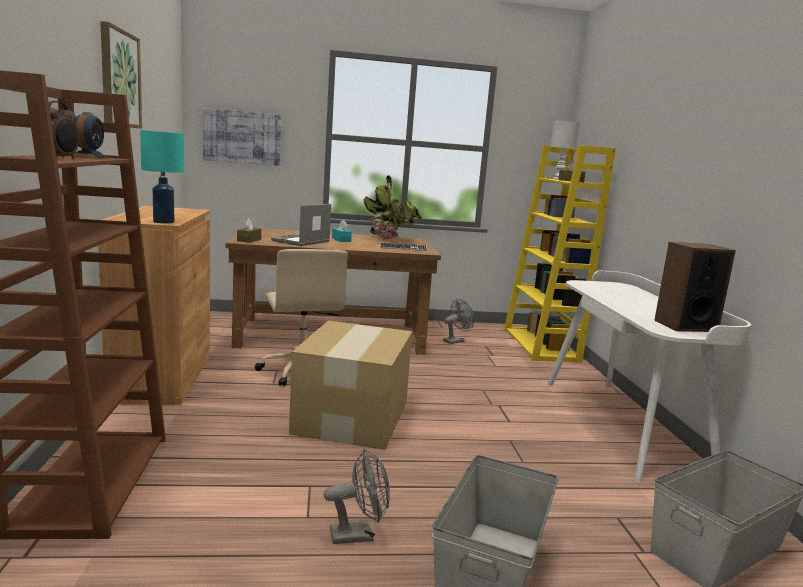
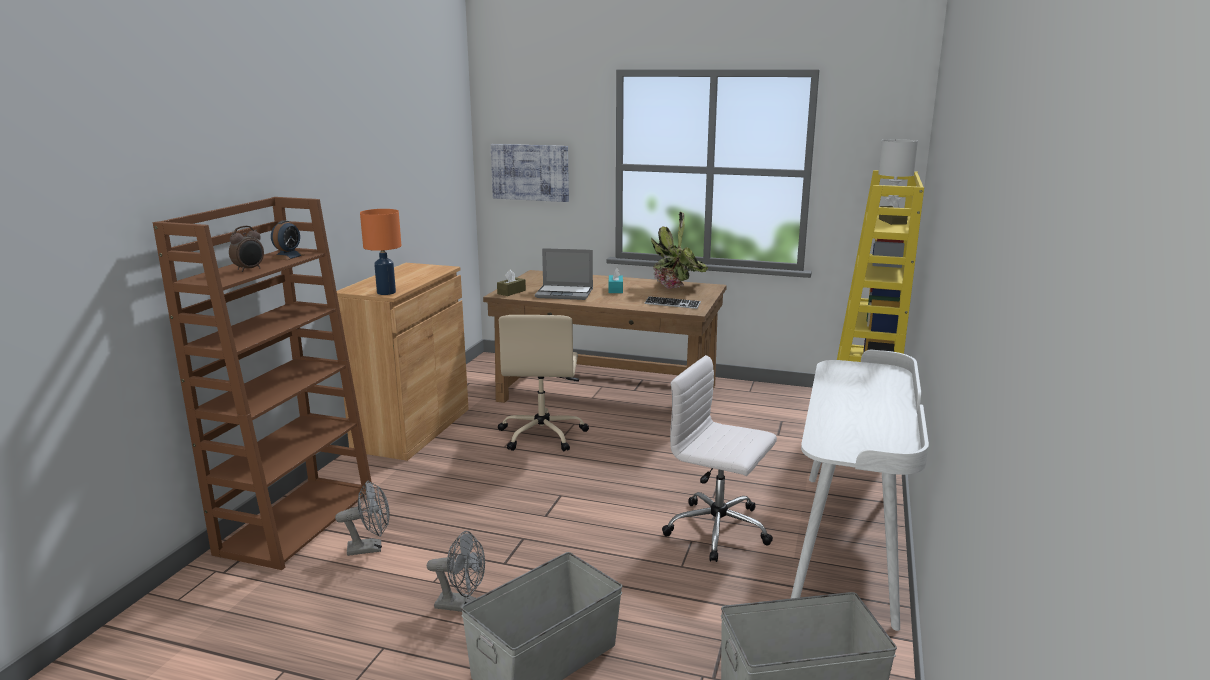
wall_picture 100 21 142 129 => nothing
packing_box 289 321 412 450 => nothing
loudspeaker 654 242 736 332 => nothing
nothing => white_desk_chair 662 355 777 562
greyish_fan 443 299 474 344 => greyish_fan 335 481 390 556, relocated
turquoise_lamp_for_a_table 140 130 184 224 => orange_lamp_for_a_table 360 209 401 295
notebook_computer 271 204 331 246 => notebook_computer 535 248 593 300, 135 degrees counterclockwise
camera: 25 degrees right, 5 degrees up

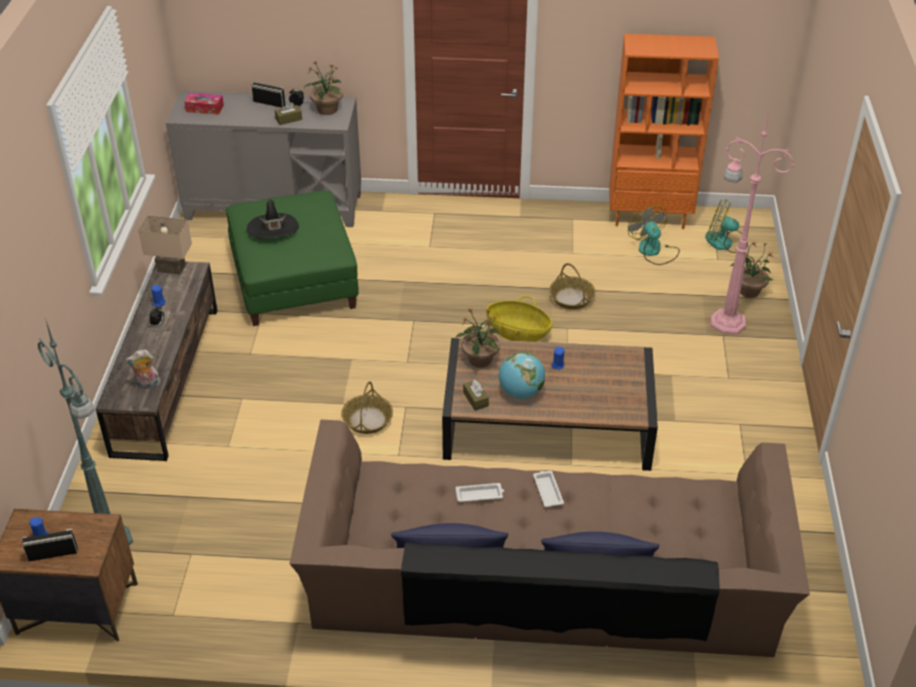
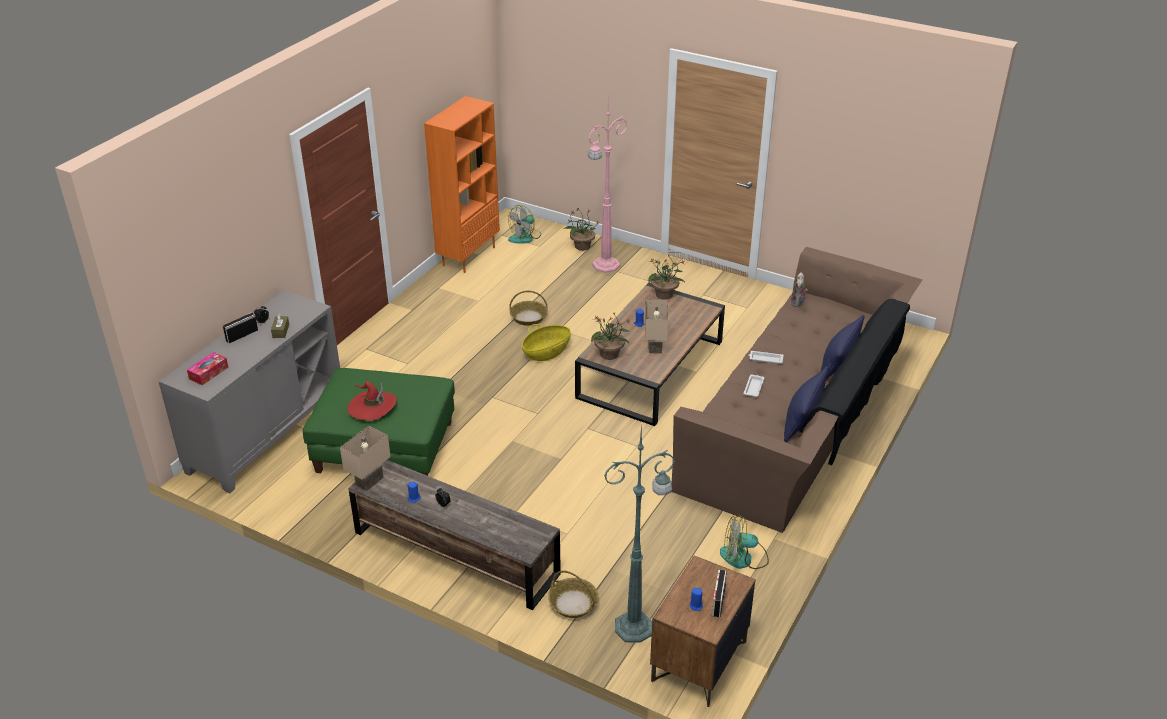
brownish_tissue_box 463 380 489 411 => nothing
plush_toy 126 349 161 390 => plush_toy 790 272 808 307, relocated
houseplant 304 61 343 115 => houseplant 648 256 685 299, relocated
household_basket 341 381 393 434 => household_basket 548 570 599 618, relocated
fan 628 205 680 265 => fan 720 515 769 569, relocated
world_globe 499 352 545 399 => sand-coloured_lamp_for_a_table 645 299 668 354
blackish_clothing_hat 247 198 299 238 => reddish_clothing_hat 347 381 397 421
camera: 65 degrees left, 5 degrees down

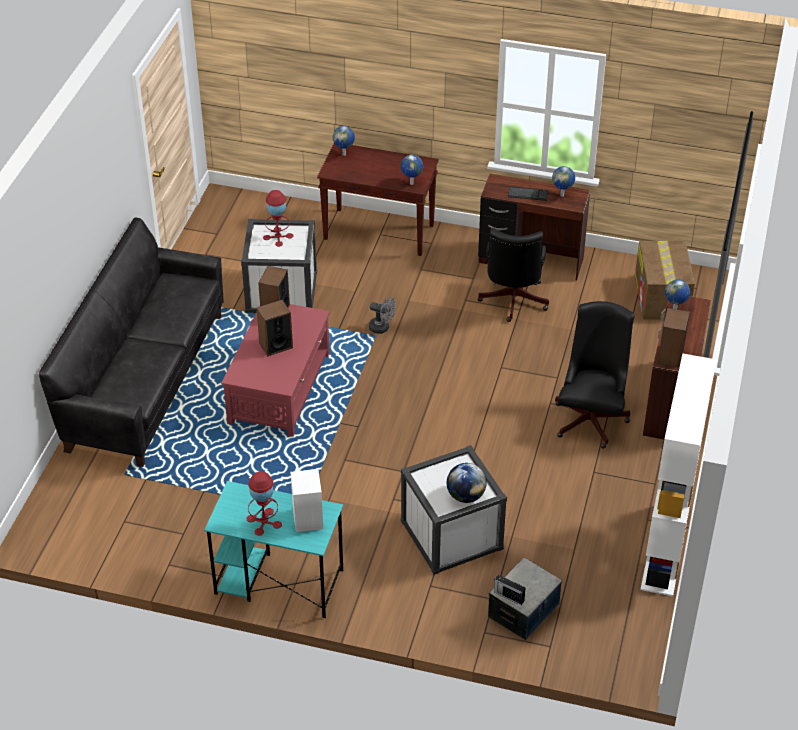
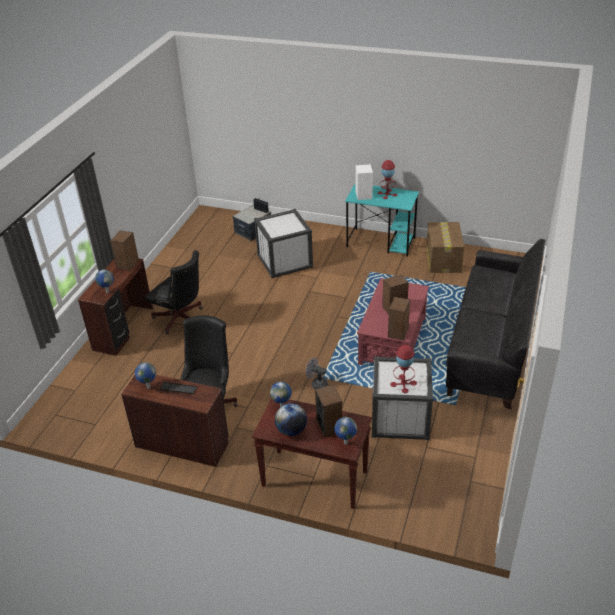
white_bookshelf 640 353 717 597 => nothing
nothing => loudspeaker 315 385 342 437
world_globe 447 463 487 503 => world_globe 275 403 307 436, relocated
packing_box 635 241 695 320 => packing_box 426 222 464 273, relocated
blackish_desk_chair 555 301 634 449 => blackish_desk_chair 145 250 203 334, 75 degrees counterclockwise
camera: 175 degrees left, 5 degrees down

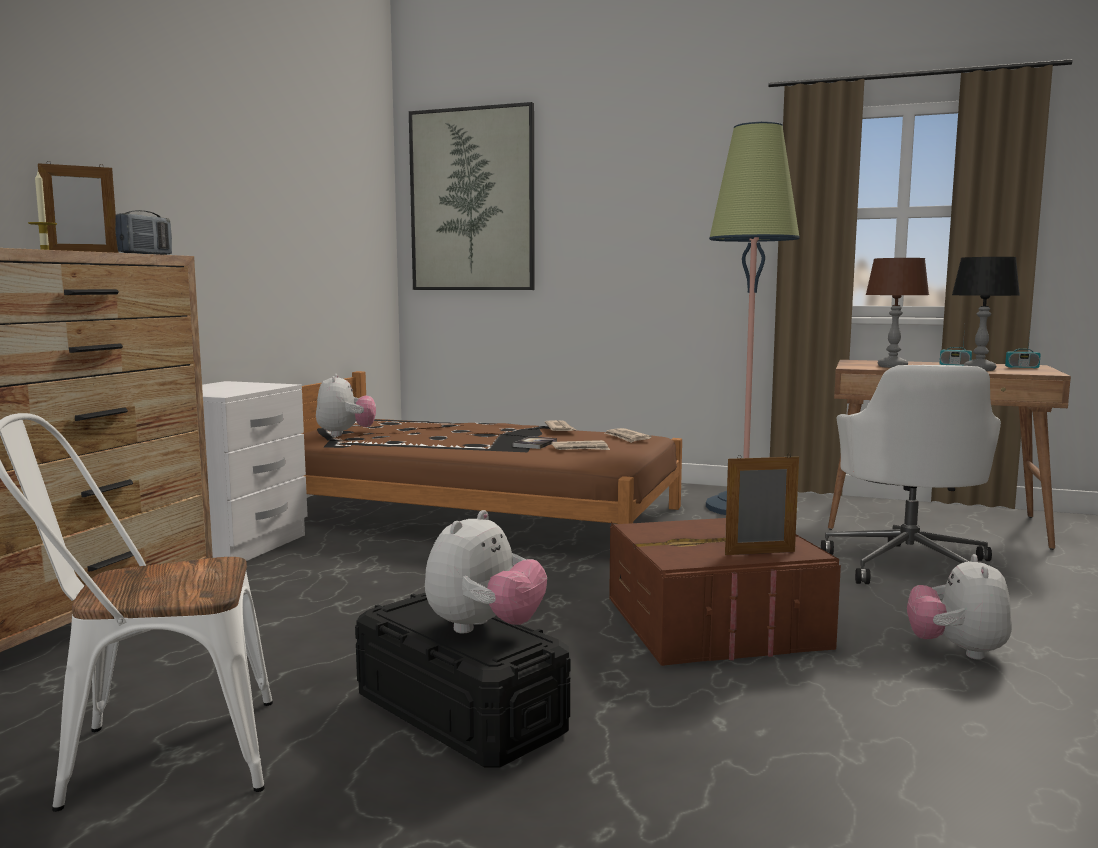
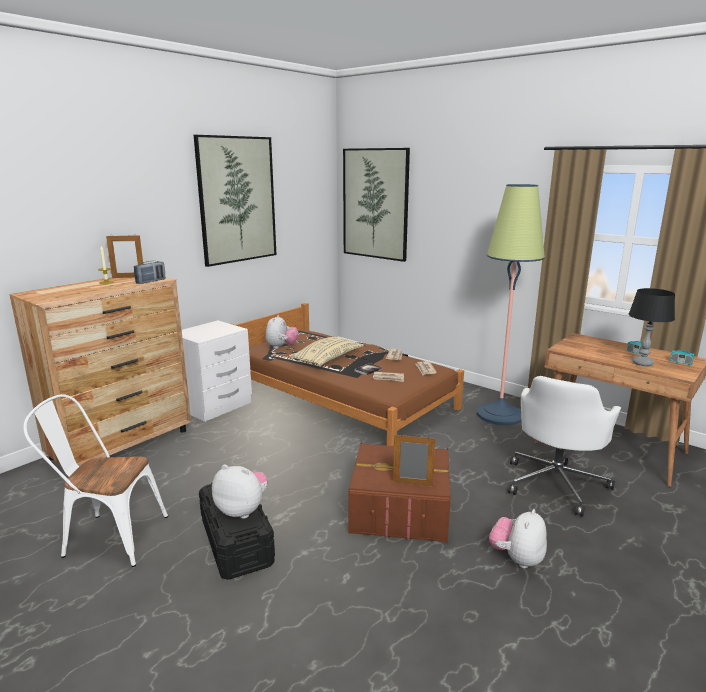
brownish_lamp_for_a_table 866 258 929 368 => nothing
nothing => wall_picture 194 135 276 267
nothing => sand-coloured_cushion 289 337 364 366
plush_toy 425 510 547 633 => plush_toy 212 464 268 519, 120 degrees counterclockwise
camera: 20 degrees right, 10 degrees up

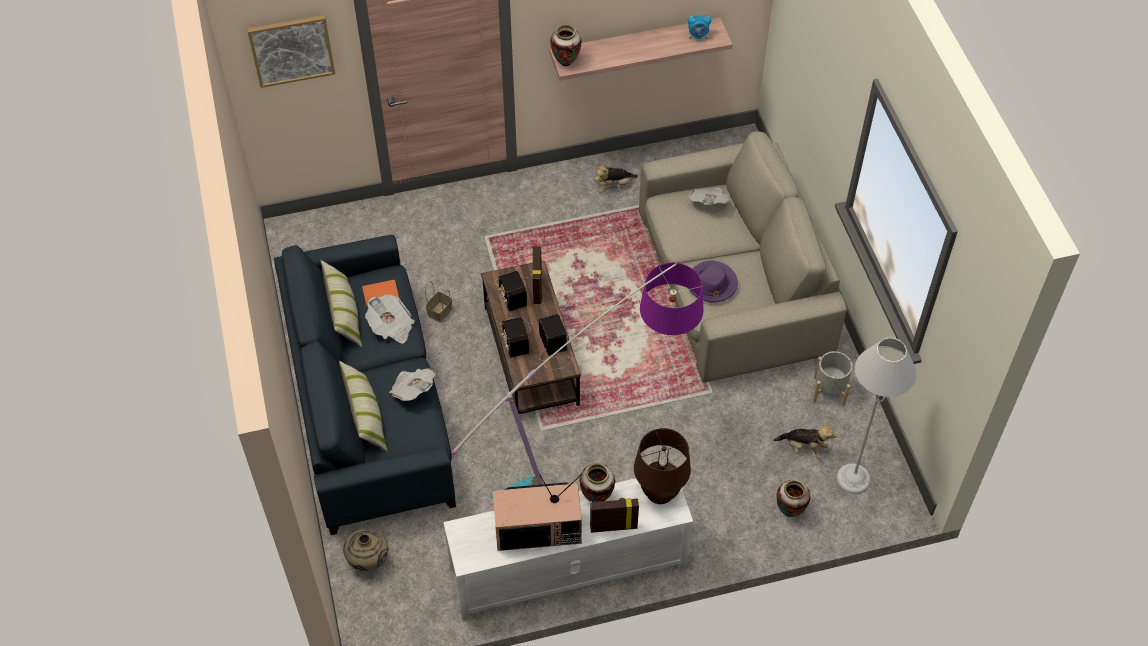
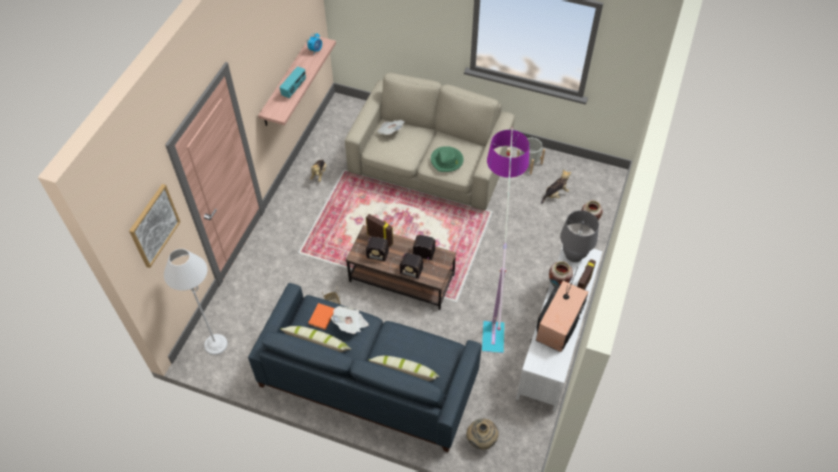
printed_paper 389 368 436 401 => nothing
vase 550 24 582 66 => nothing
nothing => radio_receiver 279 66 306 98
greyish_floor_lamp 836 338 916 494 => greyish_floor_lamp 164 249 228 355, relocated
brownish_lamp_for_a_table 634 428 691 504 => greyish_lamp_for_a_table 560 210 599 262
purple-coloured_clothing_hat 689 261 738 302 => green_clothing_hat 431 146 464 172
camera: 55 degrees left, 0 degrees up

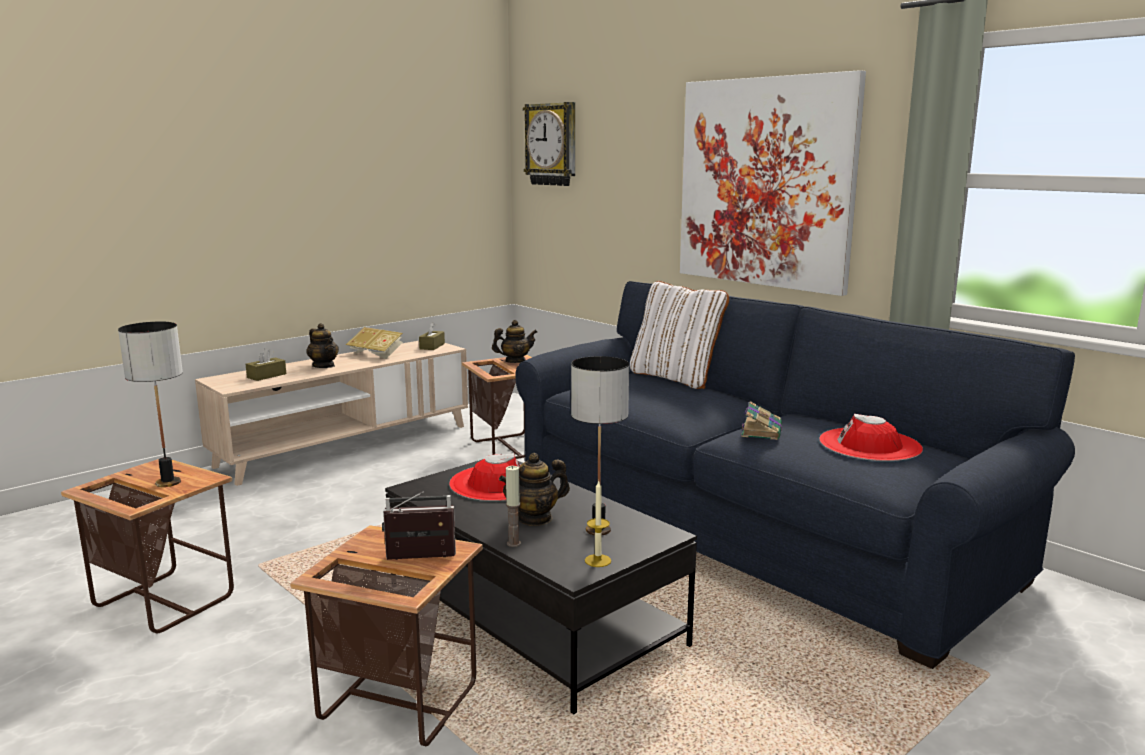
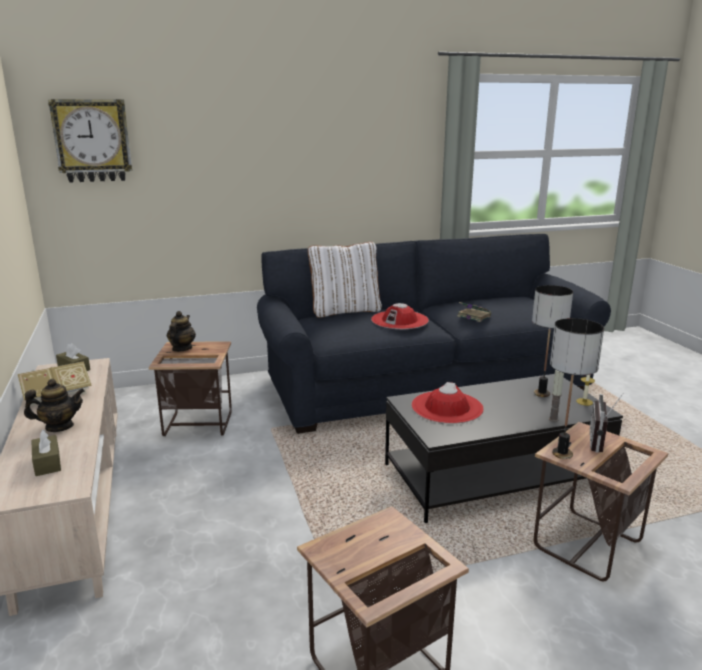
teapot 499 453 570 526 => nothing
wall_picture 680 70 866 296 => nothing
lamp_for_a_table 118 321 183 487 => lamp_for_a_table 550 318 604 459, relocated
reddish_clothing_hat 819 414 923 461 => reddish_clothing_hat 371 303 429 329, relocated
camera: 65 degrees left, 5 degrees up

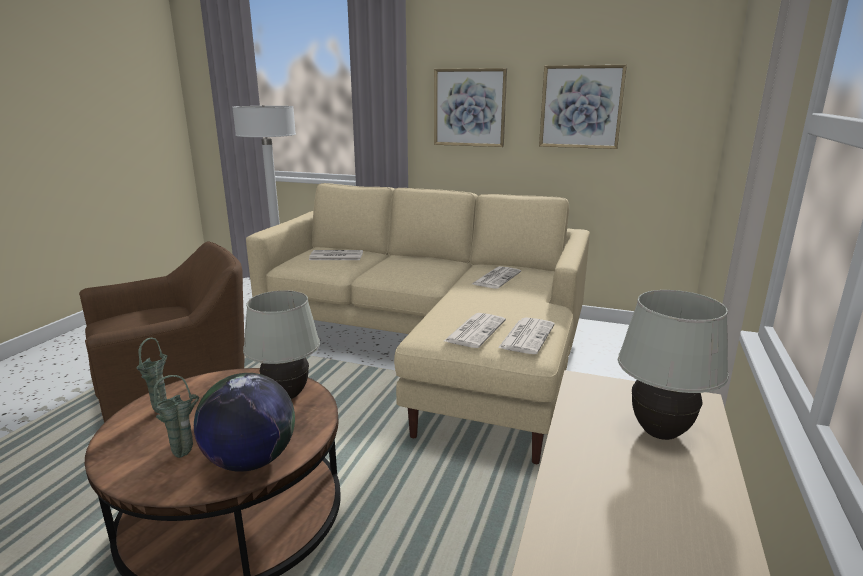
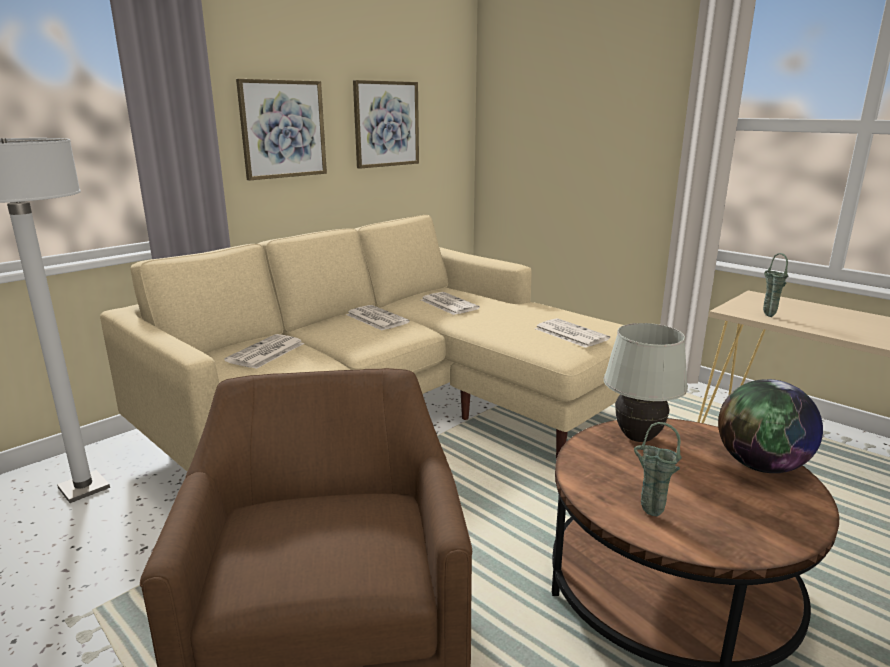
white_lamp_for_a_table 618 290 729 440 => nothing
green_vase 154 375 200 458 => green_vase 763 253 789 317, relocated
printed_paper 498 317 555 354 => printed_paper 346 305 410 330, relocated
camera: 65 degrees left, 0 degrees up

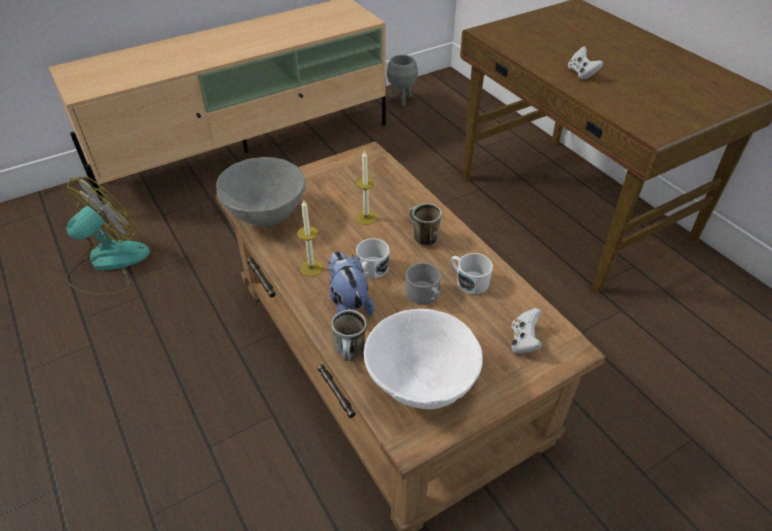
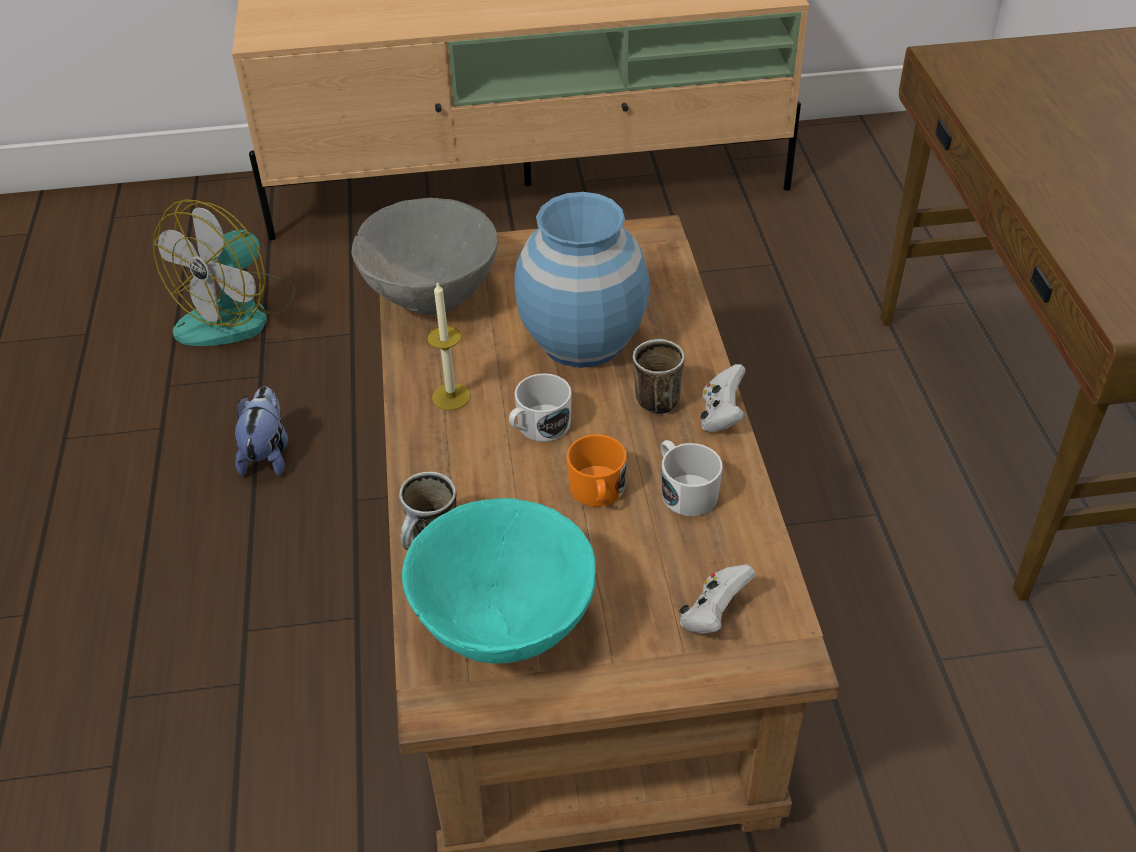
greyish_flower_pot 387 55 418 105 => nothing
plush_toy 328 251 374 316 => plush_toy 235 386 288 476, relocated
white_joypad 568 46 604 80 => white_joypad 701 364 746 432, relocated
candle 356 150 377 225 => blue-coloured_vase 514 192 650 368
white_deep_dish 364 309 483 410 => turquoise_deep_dish 402 498 596 663
greyish_tea_mug 406 263 441 305 => orange_tea_mug 566 434 627 507
fan 66 175 150 295 => fan 153 199 296 346, 150 degrees clockwise
camera: 25 degrees right, 0 degrees up

